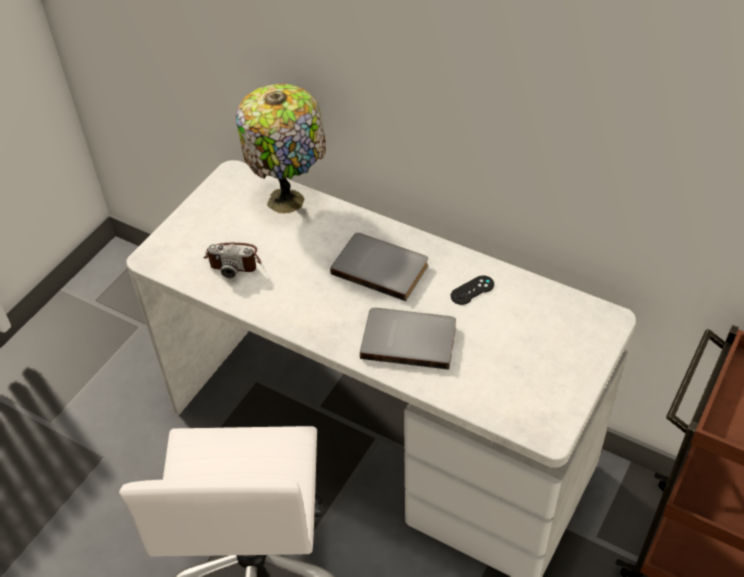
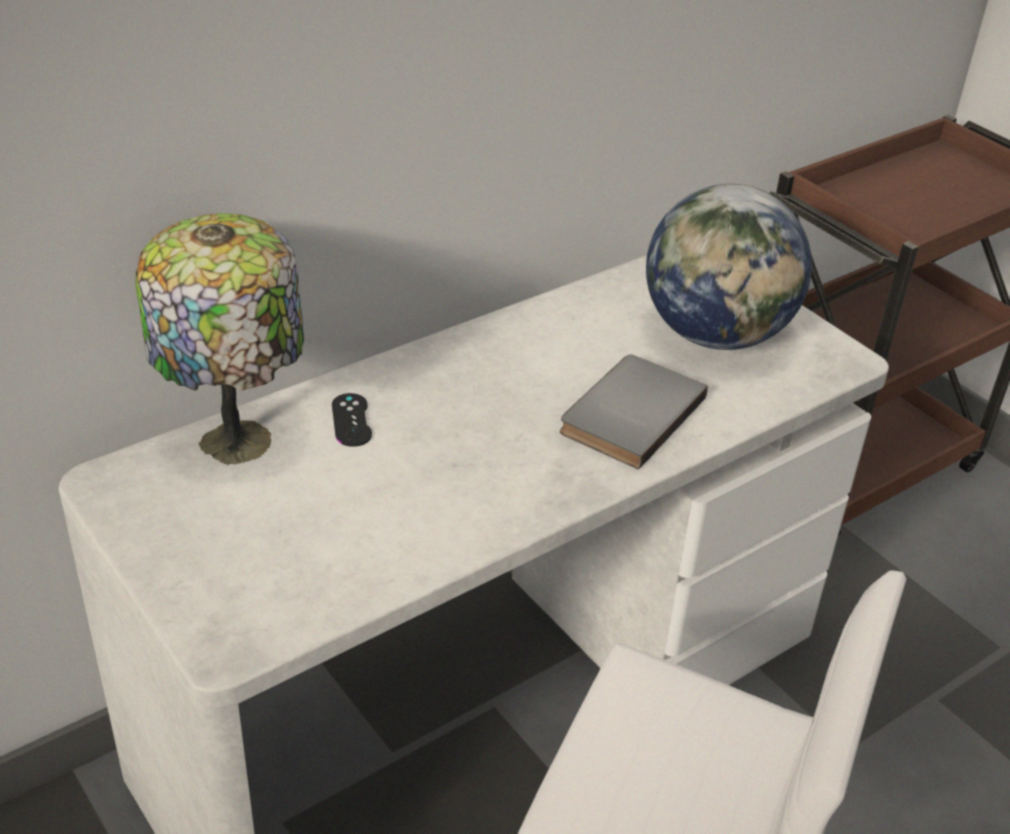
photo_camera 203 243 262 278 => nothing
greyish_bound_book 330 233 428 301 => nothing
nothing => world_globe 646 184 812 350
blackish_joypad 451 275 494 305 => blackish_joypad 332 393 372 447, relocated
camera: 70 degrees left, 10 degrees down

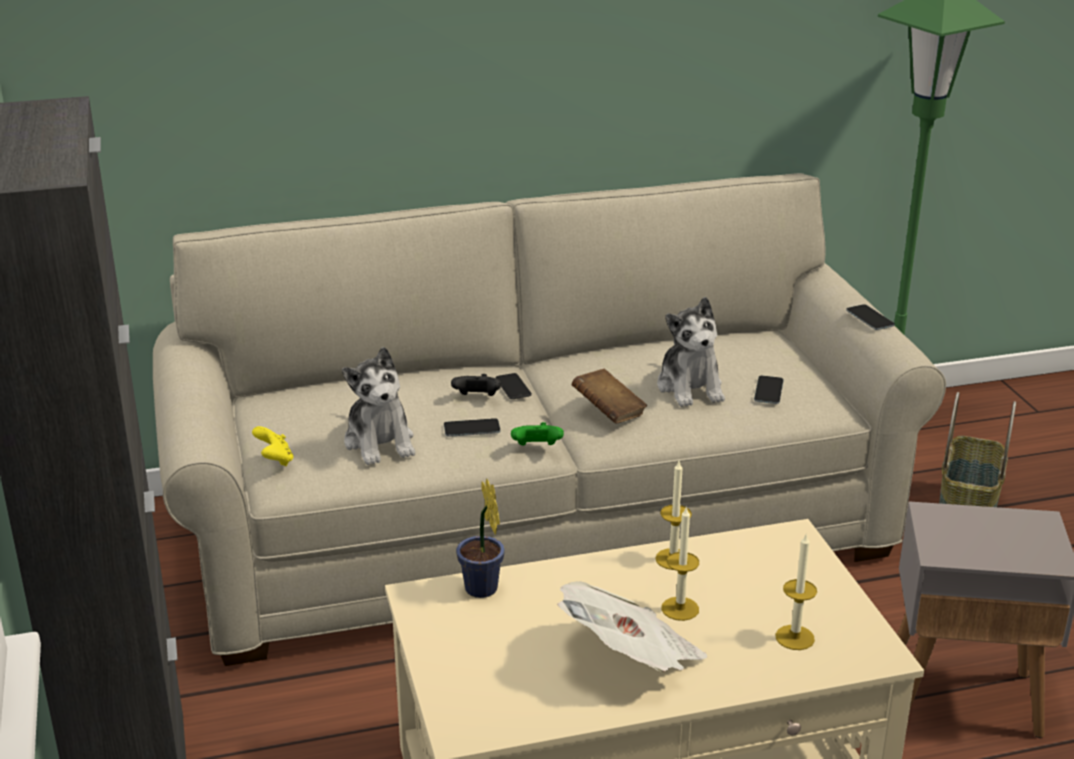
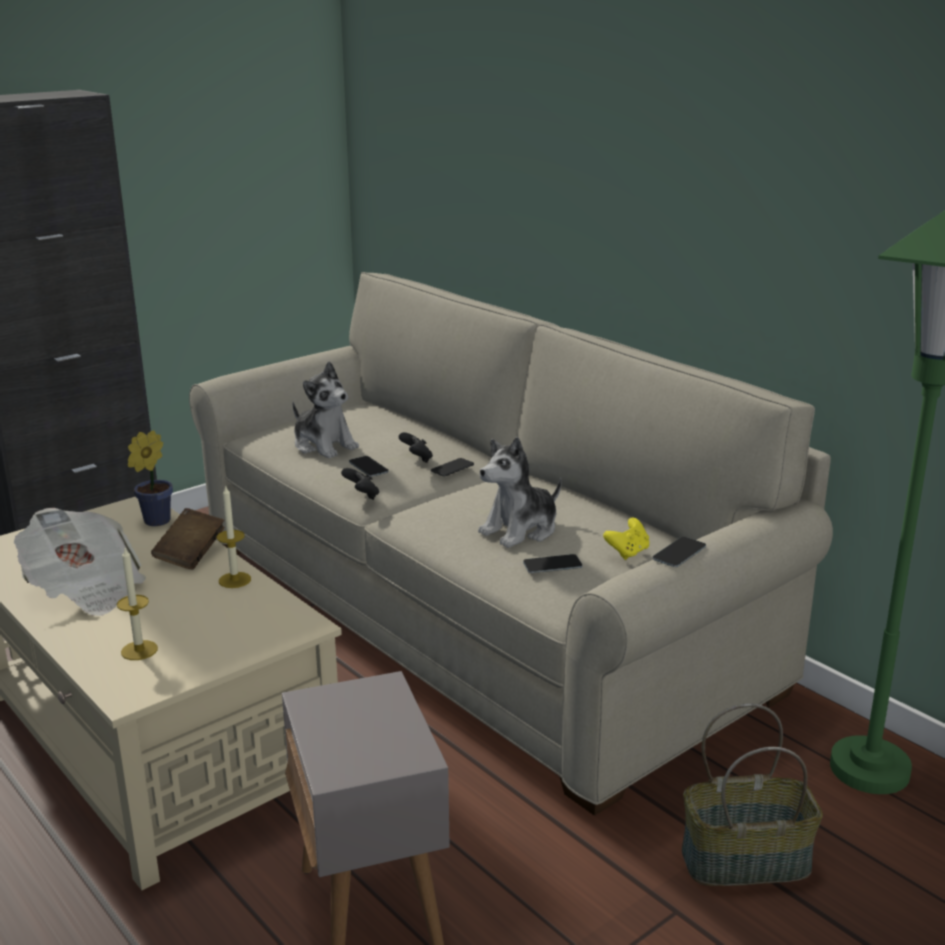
candle 661 506 699 621 => nothing
yellow-coloured_joypad 252 426 293 466 => yellow-coloured_joypad 603 517 649 560, relocated
brownish_bound_book 572 369 647 423 => brownish_bound_book 151 508 225 569, relocated
green_joypad 511 422 564 446 => blackish_joypad 341 468 379 500
plush_toy 342 347 415 465 => plush_toy 292 362 359 458, 90 degrees counterclockwise
camera: 65 degrees right, 5 degrees down

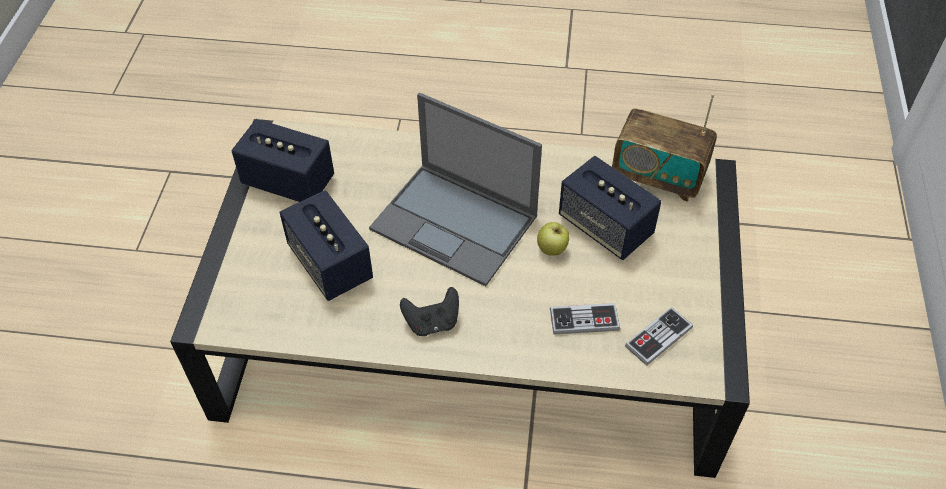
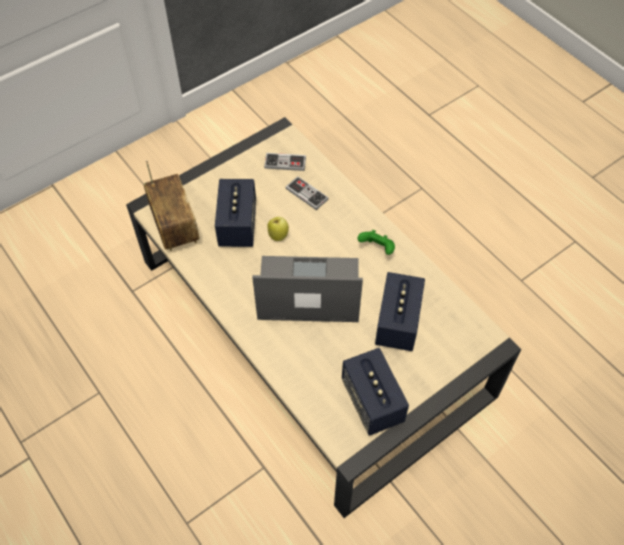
blackish_joypad 400 287 459 336 => green_joypad 357 230 395 255
notebook_computer 369 92 542 286 => notebook_computer 252 256 363 322, 75 degrees counterclockwise
camera: 135 degrees left, 5 degrees up

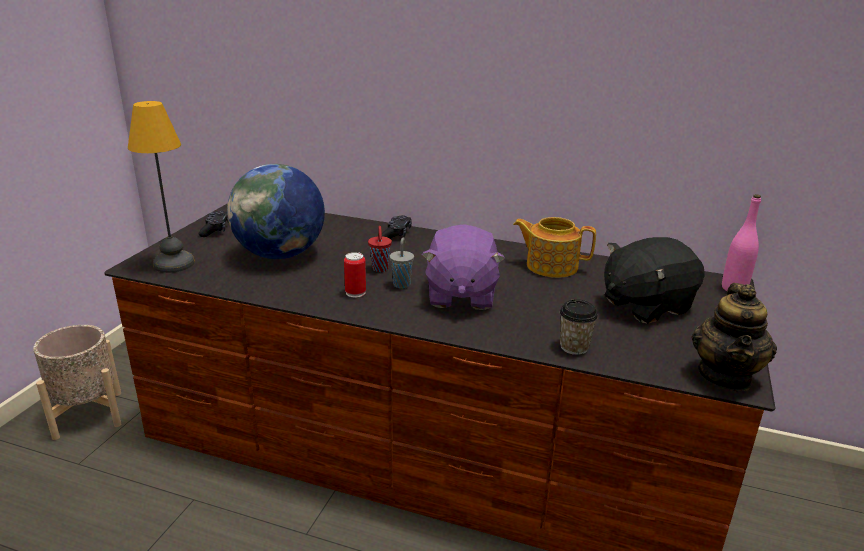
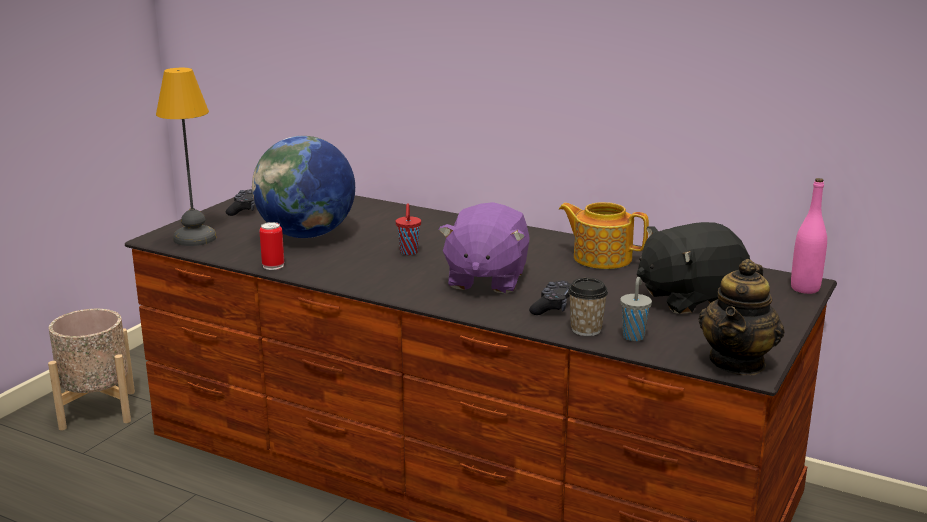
sealed_can 344 252 366 298 => sealed_can 260 222 284 270, relocated
blackish_joypad 382 215 412 239 => blackish_joypad 529 281 571 315, relocated
greyish_cup 390 238 414 289 => greyish_cup 620 277 652 341, relocated
camera: 10 degrees right, 5 degrees down

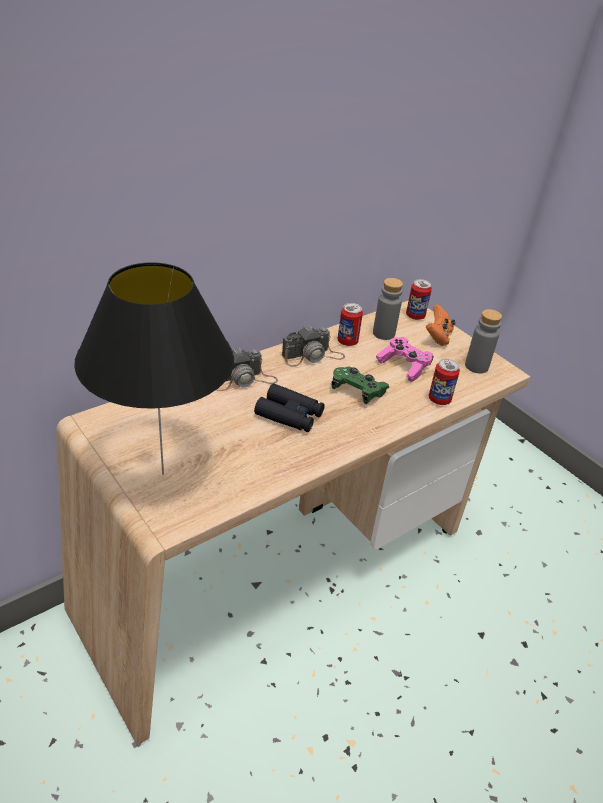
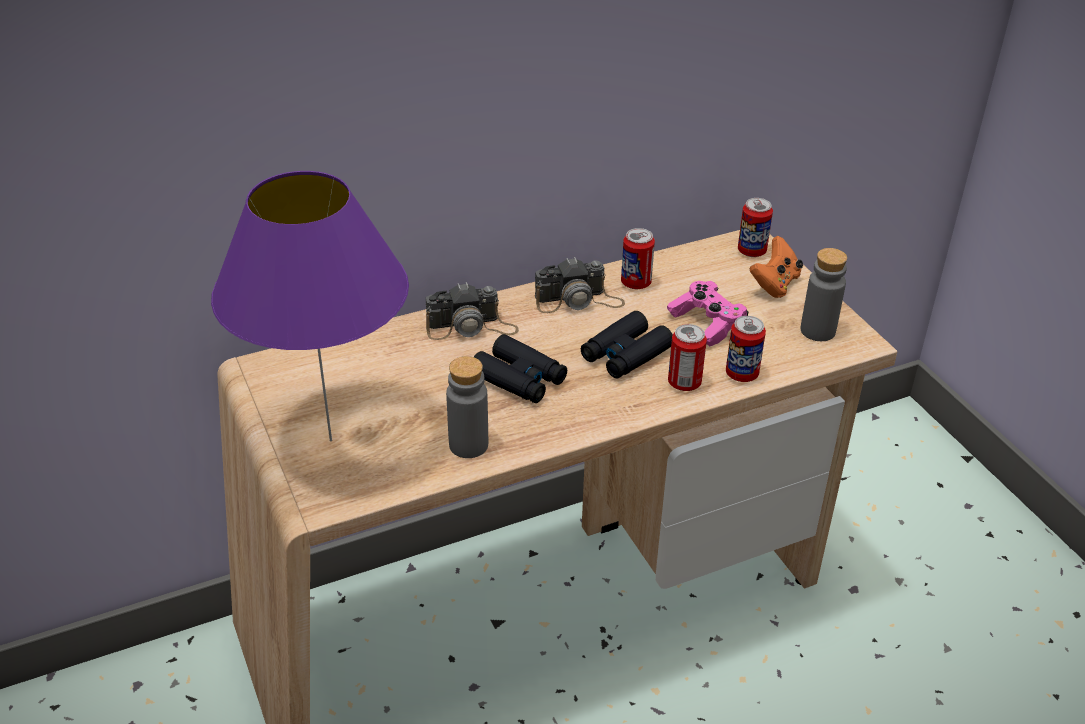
nothing => sealed_can 668 324 707 391
greyish_beverage_bottle 373 278 403 340 => greyish_beverage_bottle 446 356 488 458, relocated
green_joypad 331 367 389 404 => blackish_field_glasses 581 311 673 378
blackish_lamp_for_a_table 74 262 234 475 => purple-coloured_lamp_for_a_table 211 171 409 441
camera: 15 degrees right, 0 degrees up

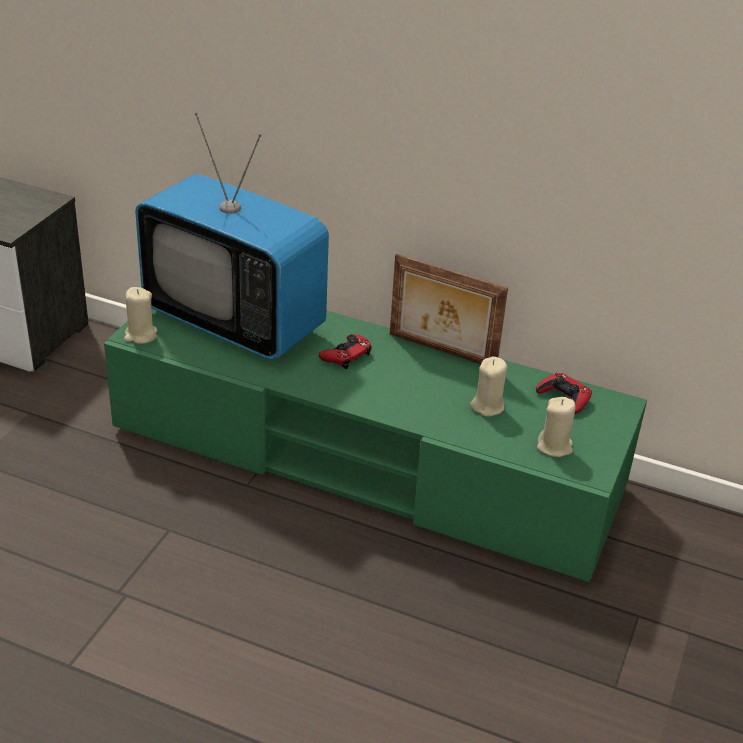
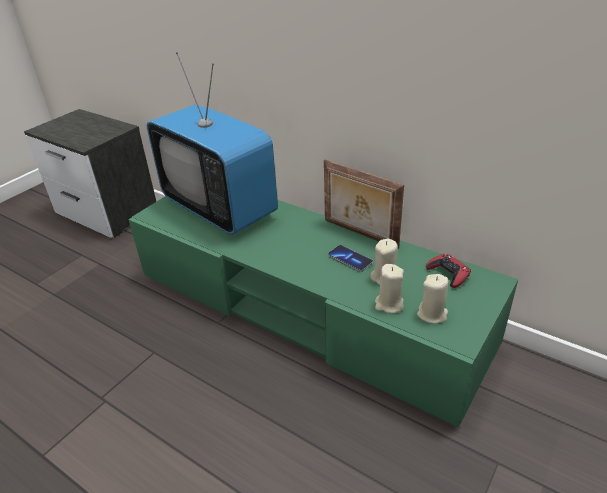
reddish_joypad 319 334 372 369 => nothing
nothing => phone 328 245 373 272
sand-coloured_candle 124 287 157 344 => sand-coloured_candle 375 264 404 314, relocated
camera: 15 degrees right, 0 degrees up

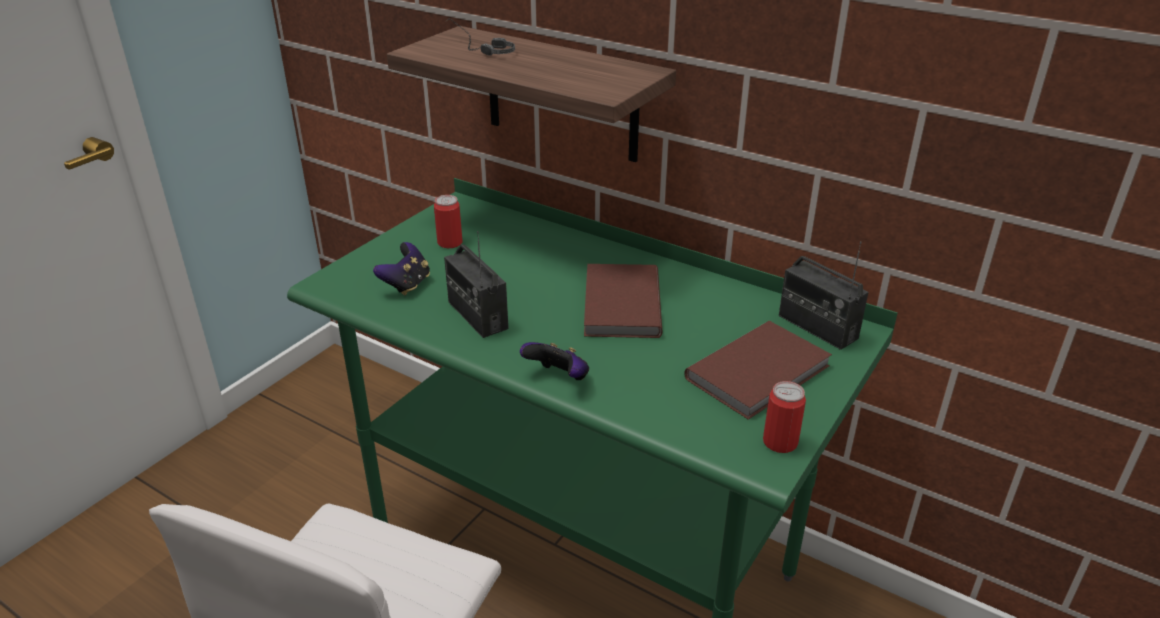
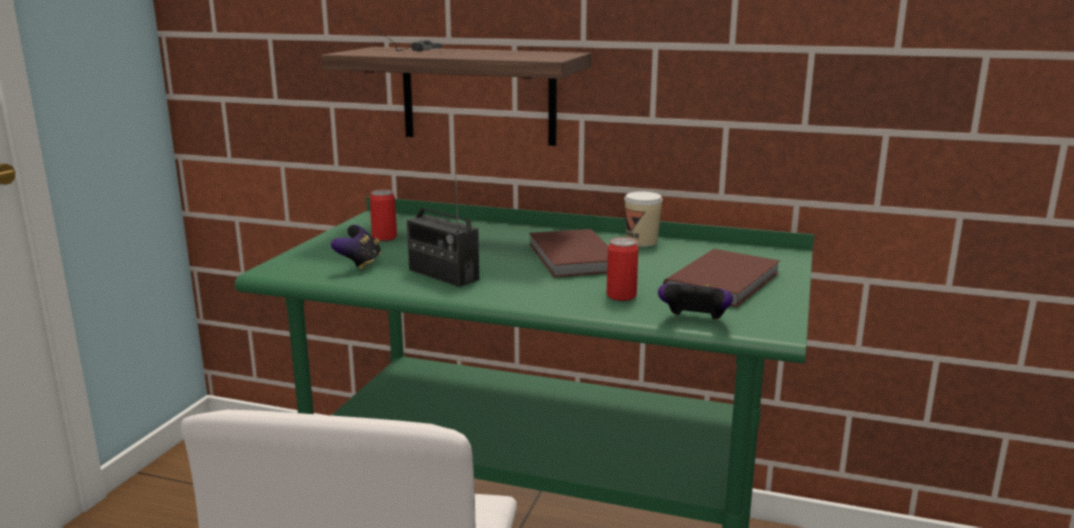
radio_receiver 779 241 869 350 => nothing
nothing => cup 624 191 663 247
joypad 520 342 589 380 => joypad 658 284 733 320, relocated
sealed_can 763 381 806 453 => sealed_can 607 237 638 301, relocated
camera: 15 degrees left, 15 degrees down

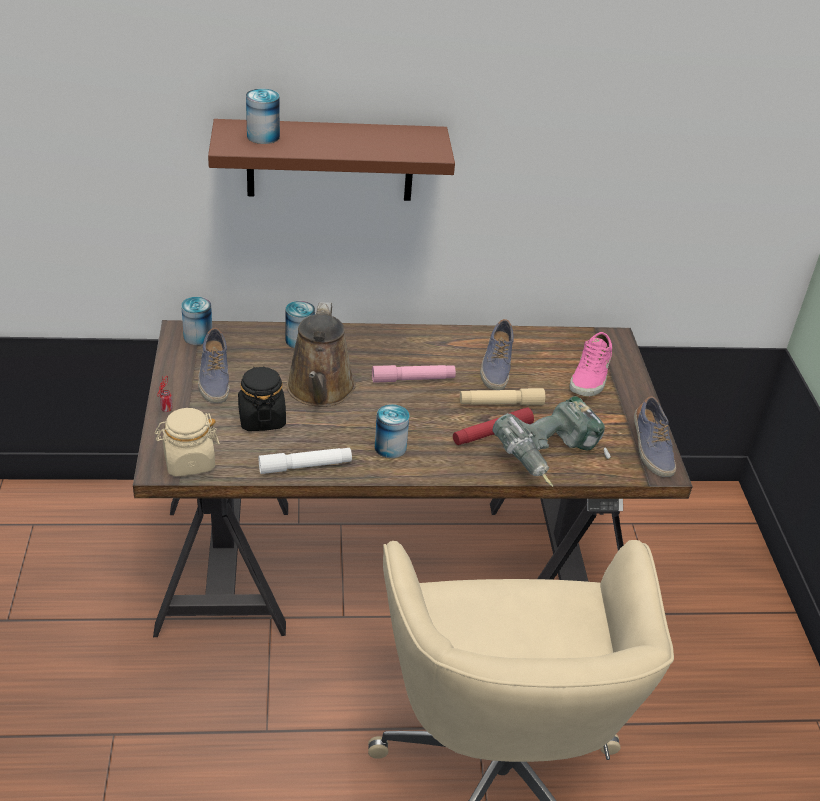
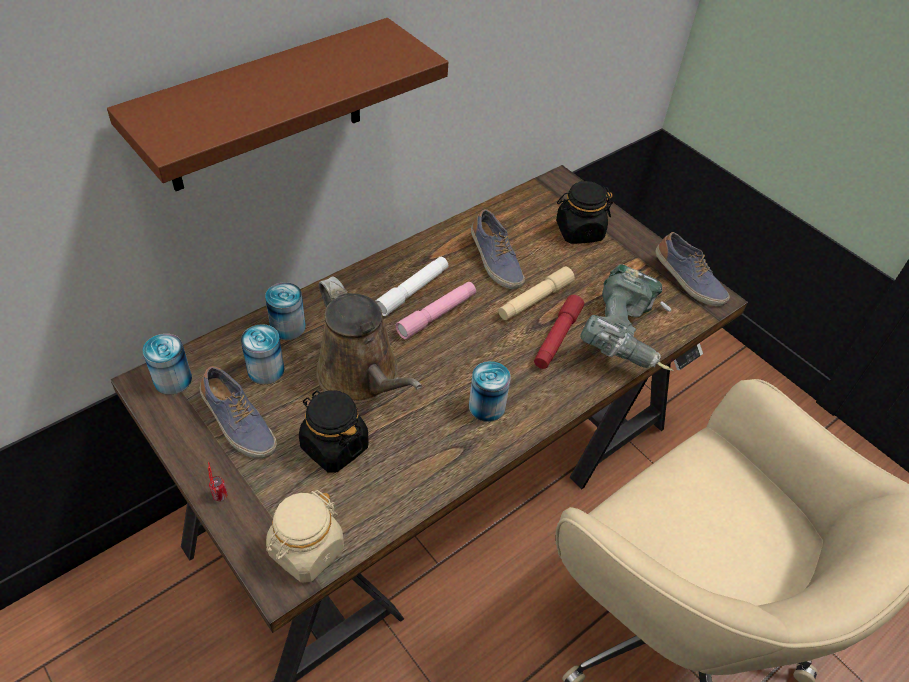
sealed_can 246 89 280 144 => sealed_can 241 324 284 384, relocated
white_torch 258 448 352 474 => white_torch 375 257 448 316, relocated
pinkish_item_of_footwear 569 332 612 397 => blackish_preserve_jar 556 181 613 244
camera: 35 degrees left, 10 degrees up

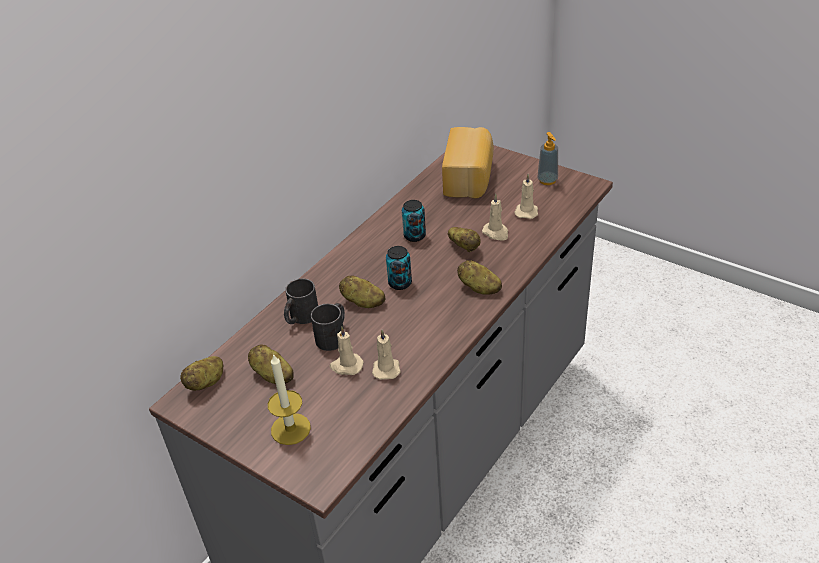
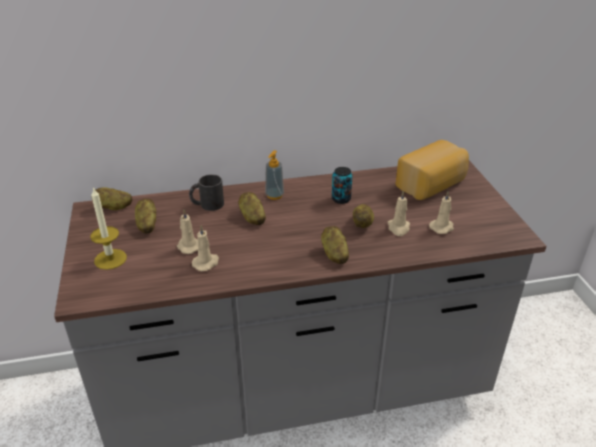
blackish_tea_mug 311 303 345 351 => nothing
sealed_can 386 246 412 290 => nothing
soap_dispenser 537 132 558 185 => soap_dispenser 265 150 284 200, relocated
camera: 40 degrees right, 5 degrees down

